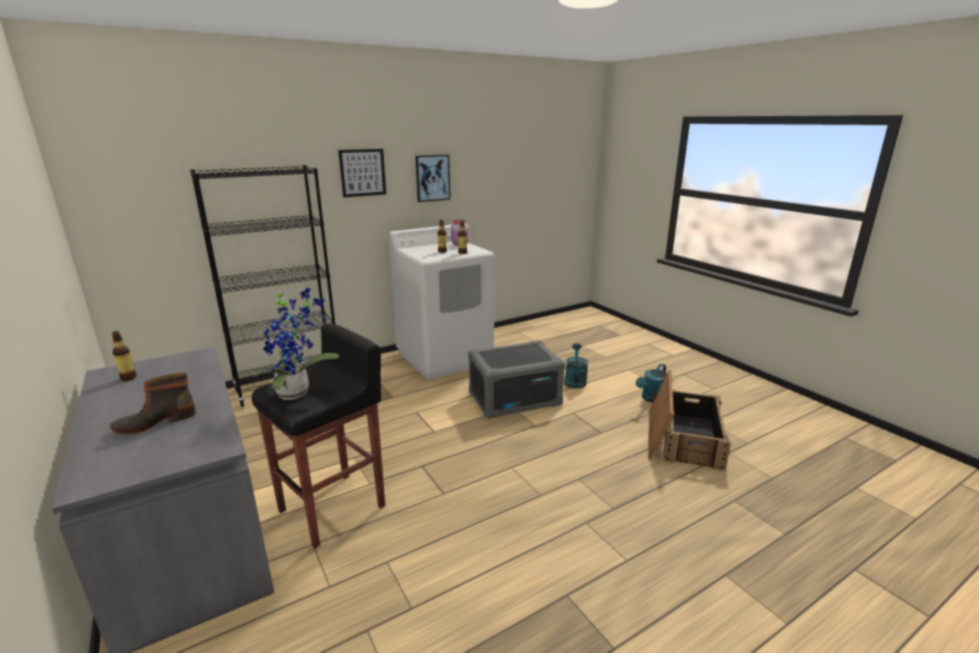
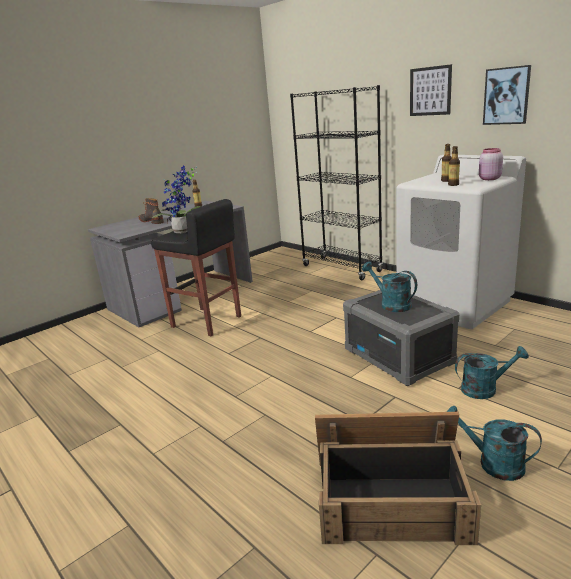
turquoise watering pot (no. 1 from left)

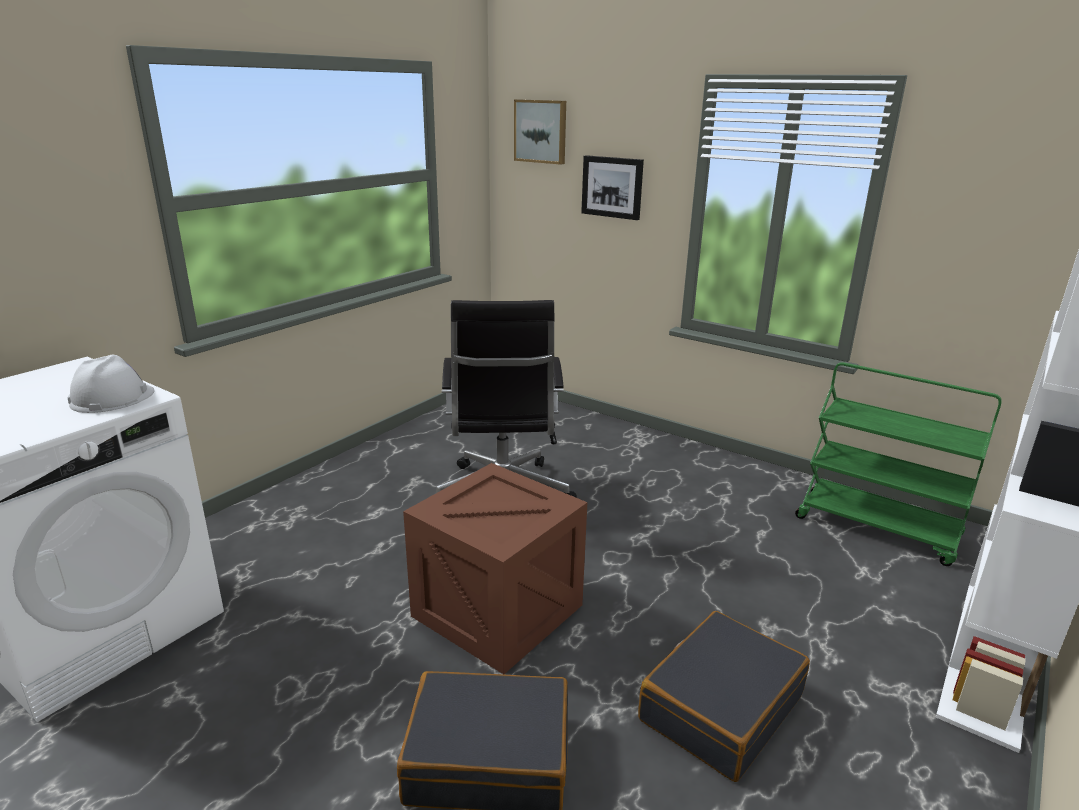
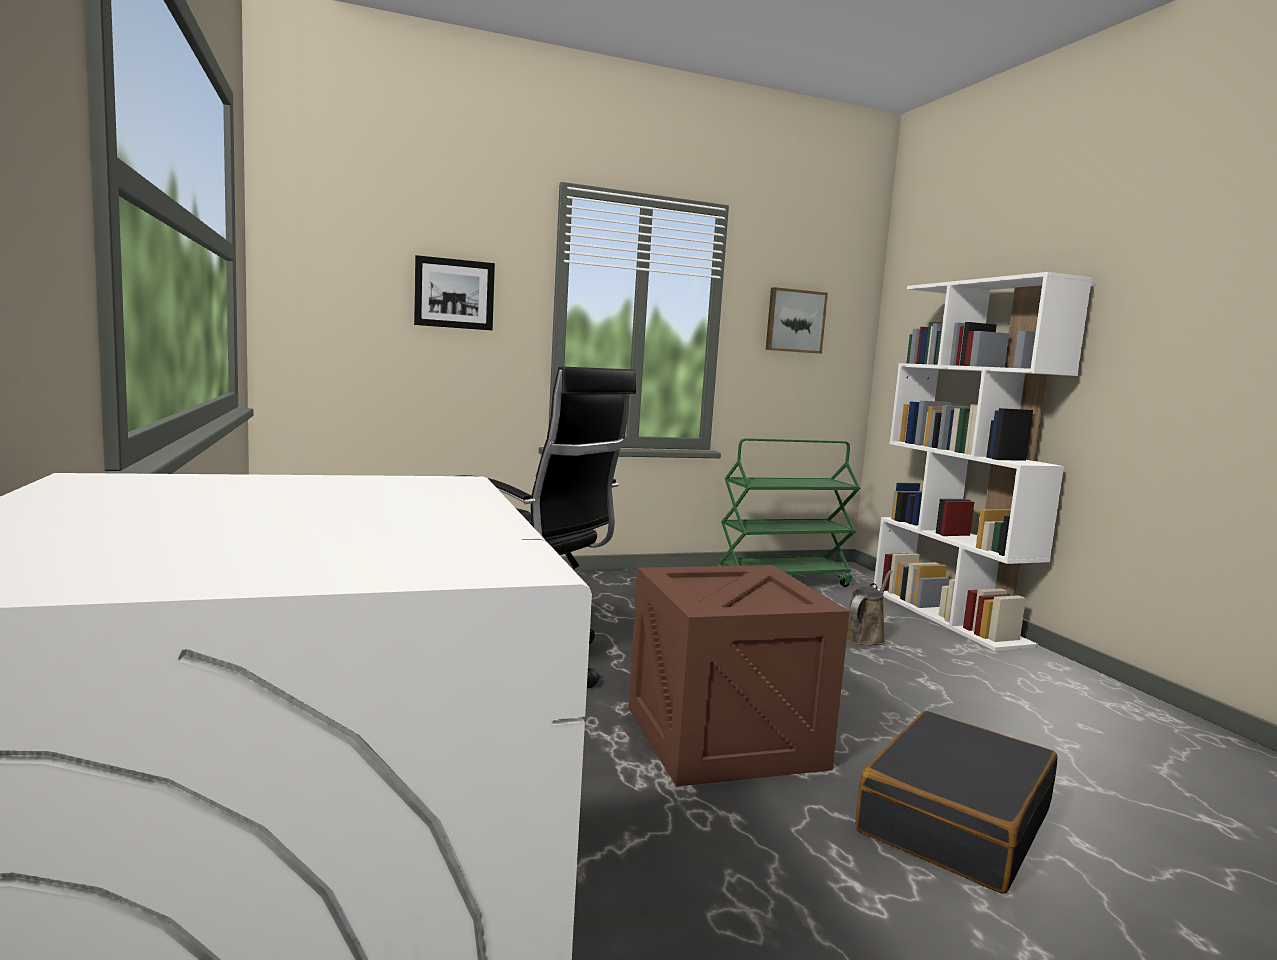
wall art (no. 2 from left); white-coloured safety helmet; black suitcase (no. 2 from left in the first image); brown watering pot

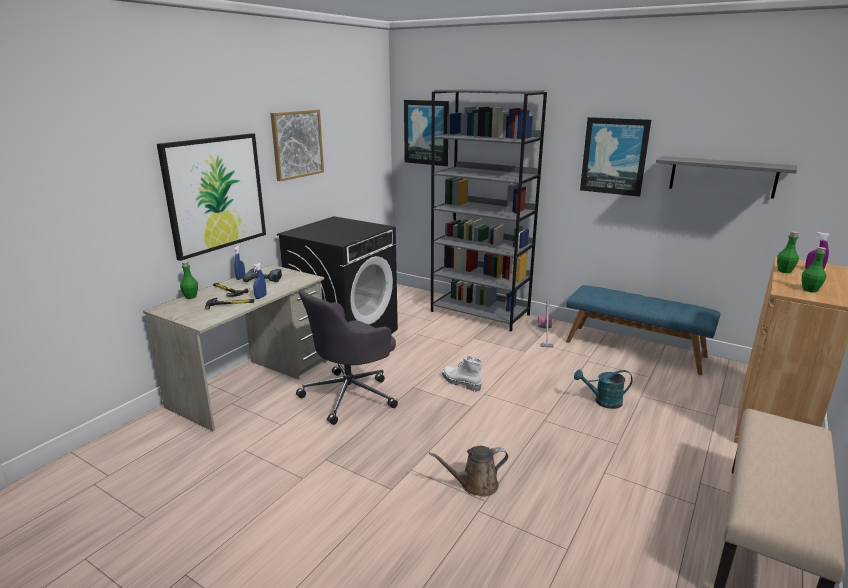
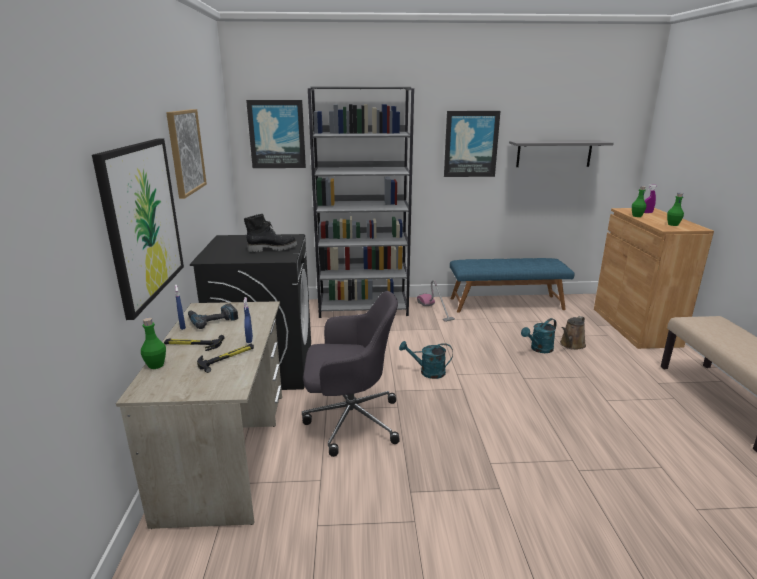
gray office chair; turquoise watering pot (no. 1 from left); brown watering pot; black tall boot

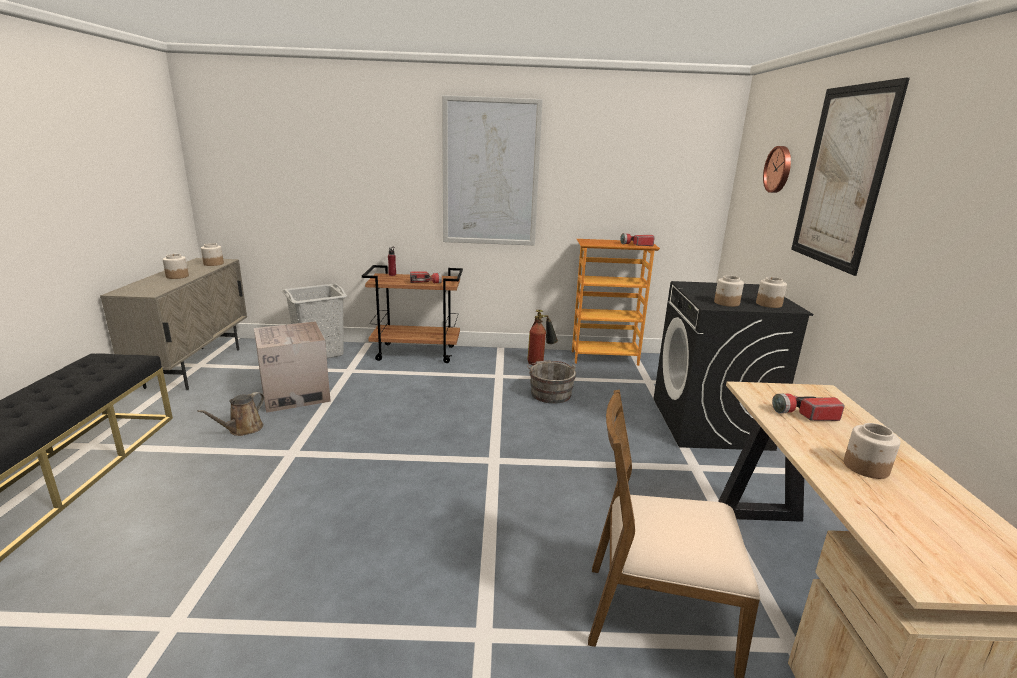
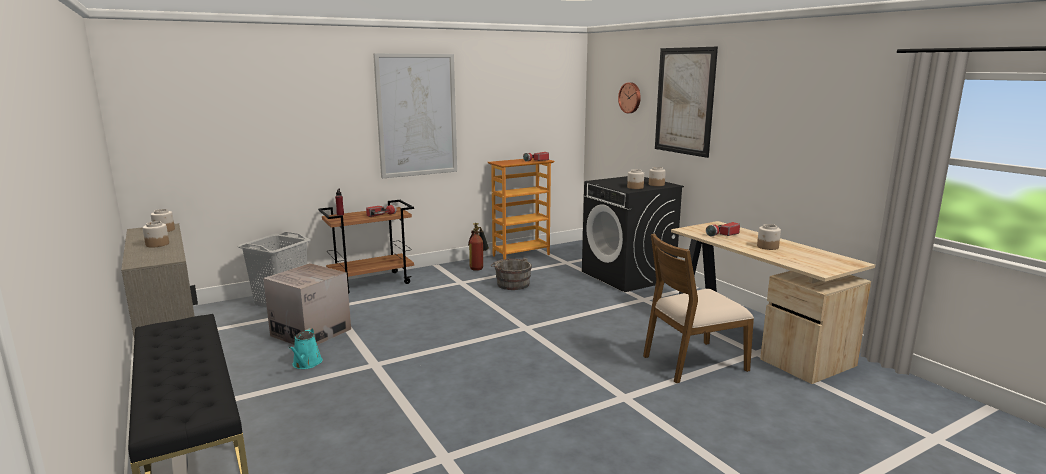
turquoise watering pot

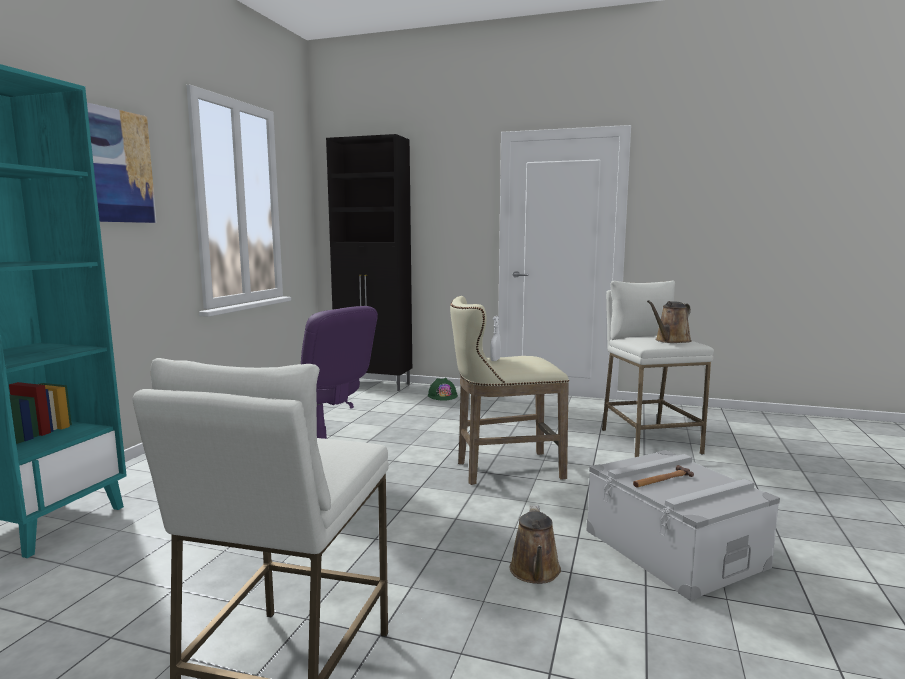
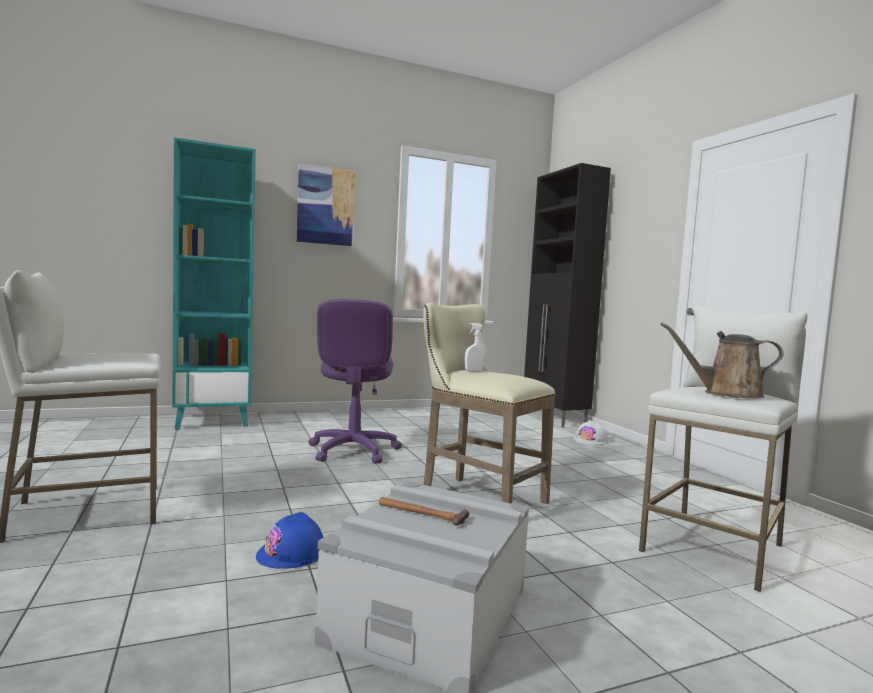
white-coloured safety helmet; blue-coloured safety helmet

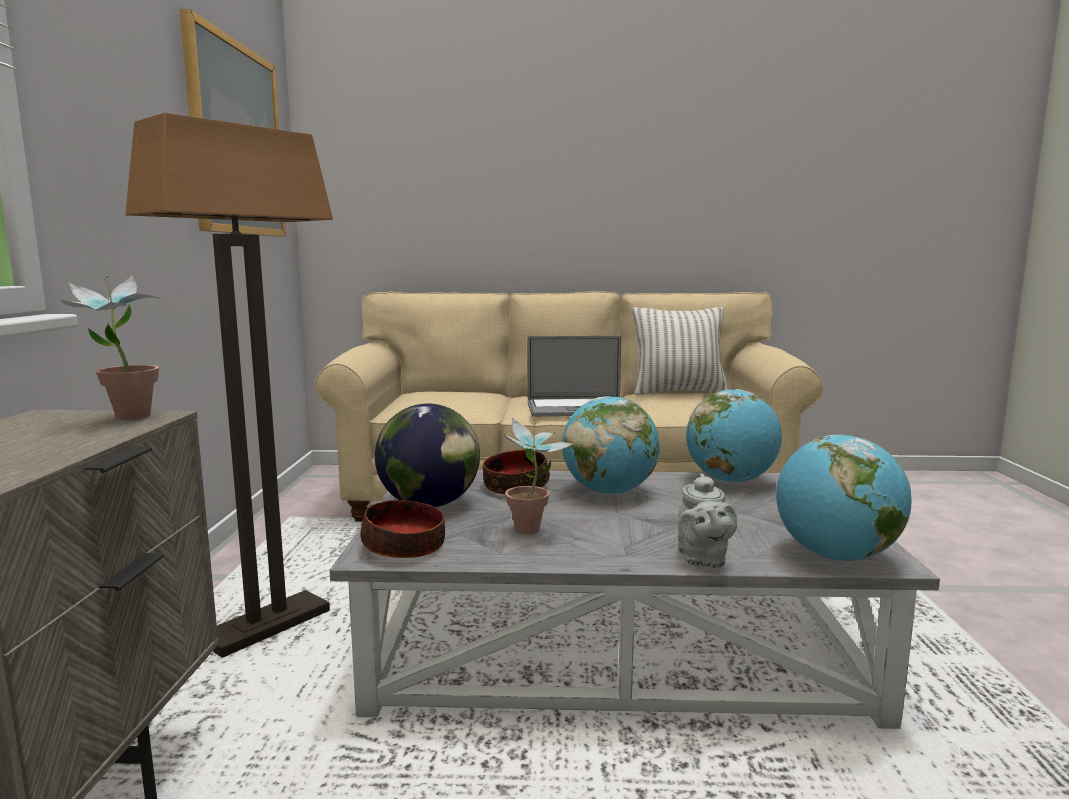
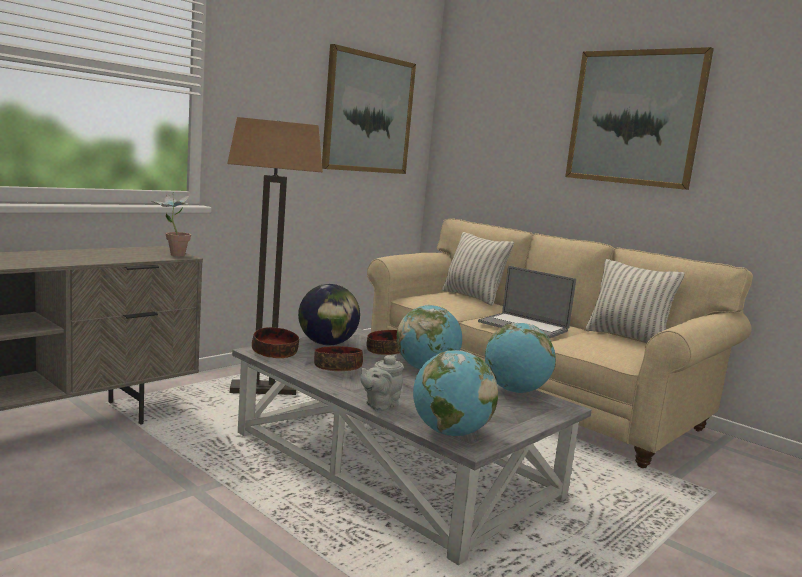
serving bowl (no. 2 from left); wall art (no. 2 from left); cushion (no. 1 from left)

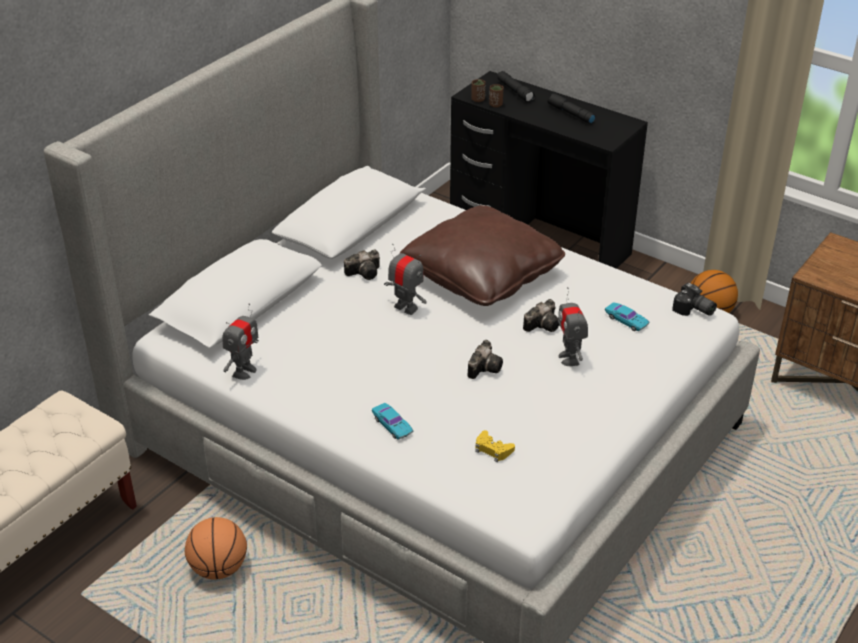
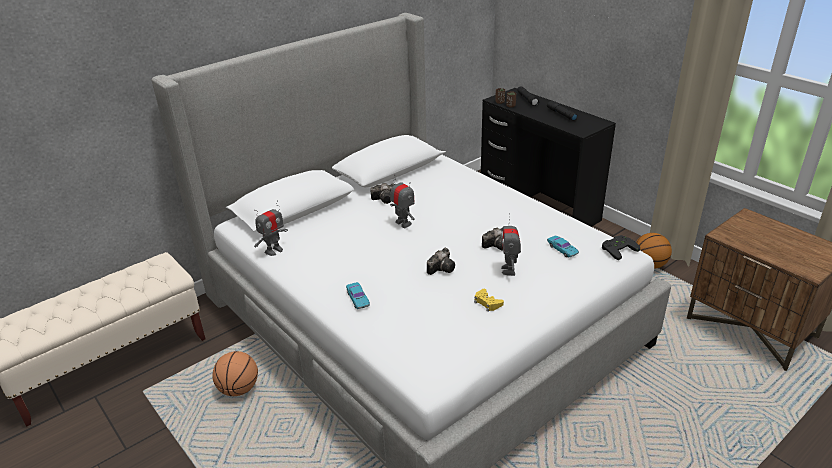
brown cushion; black joypad; yellow joypad

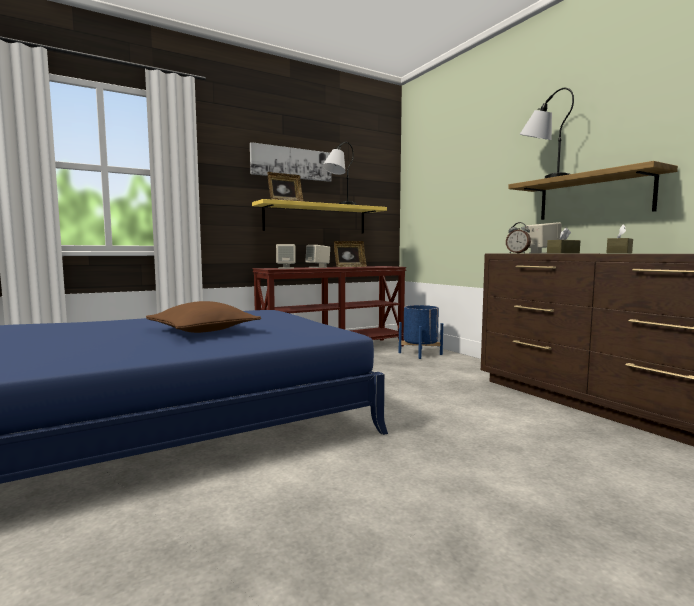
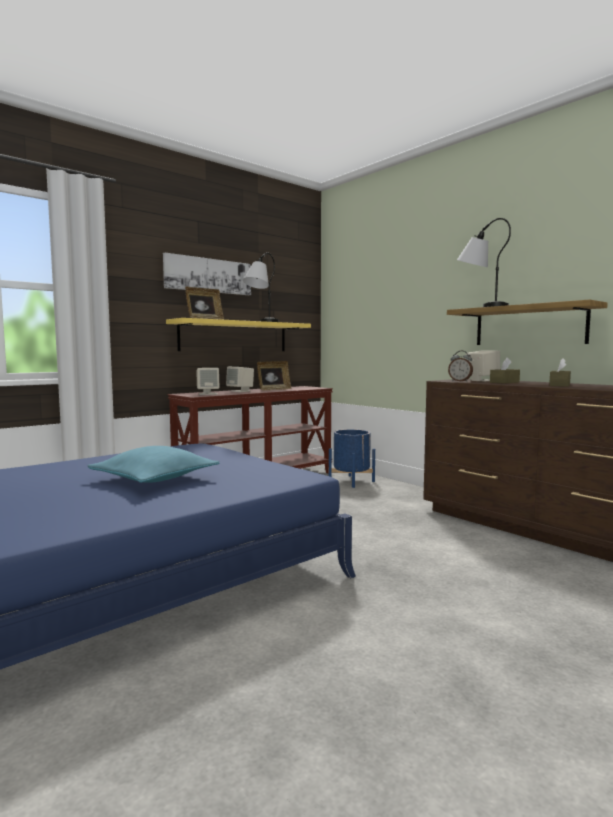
turquoise cushion

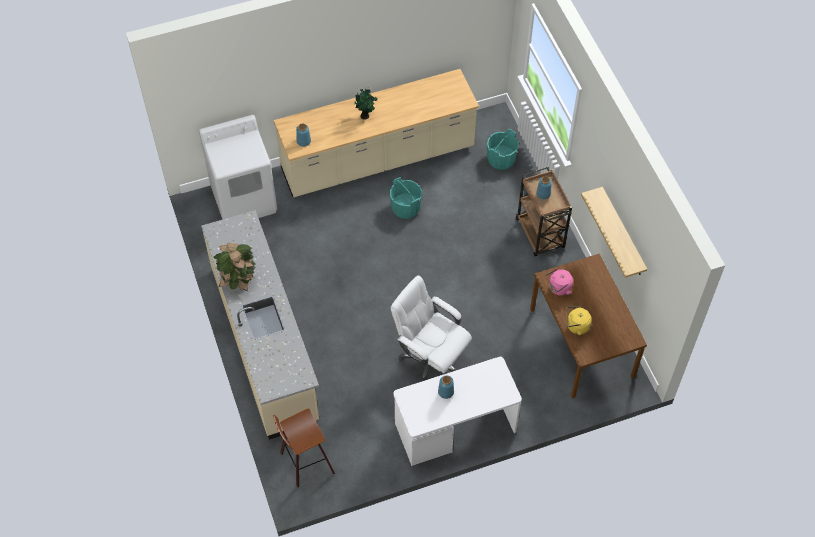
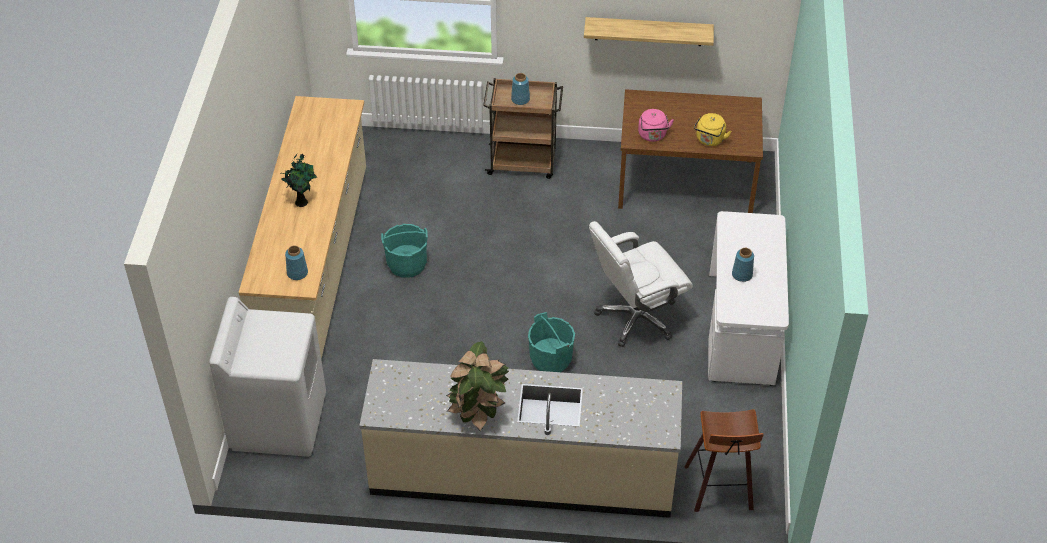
turquoise bucket (no. 2 from left)

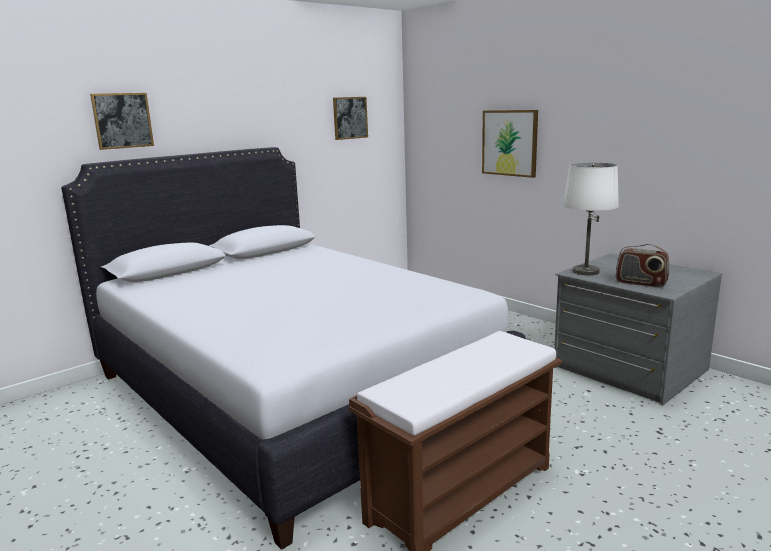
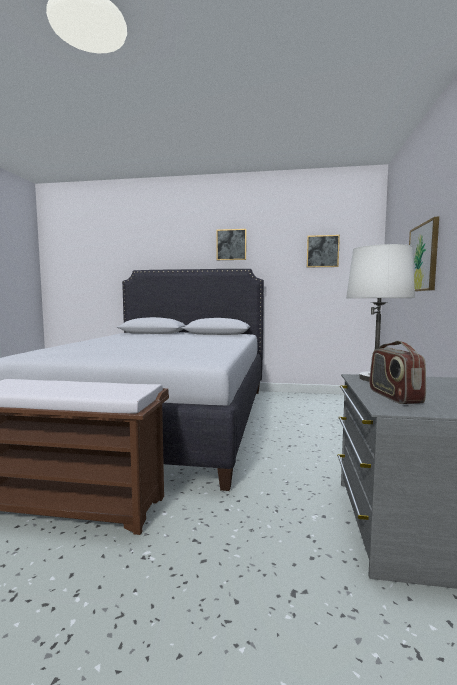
wall art (no. 1 from left)

